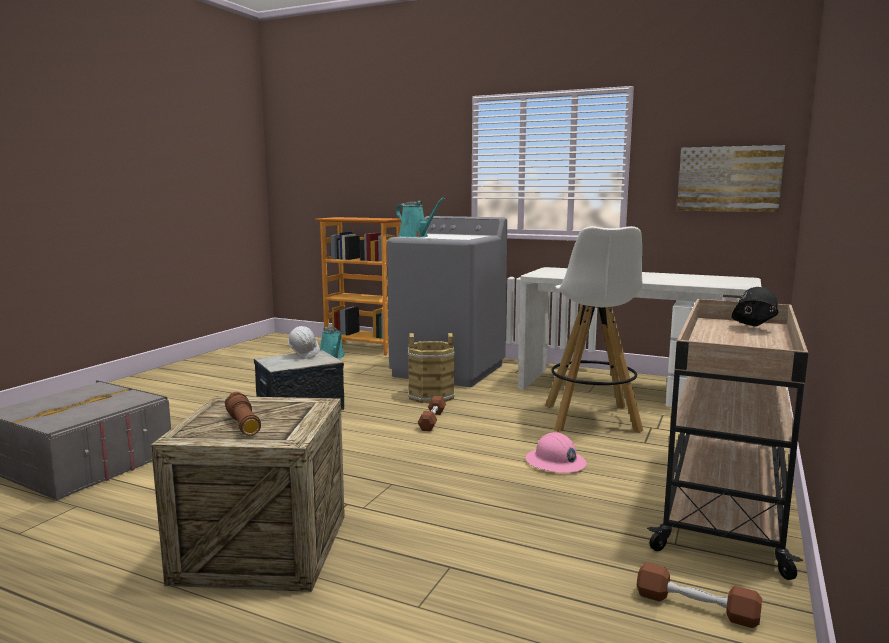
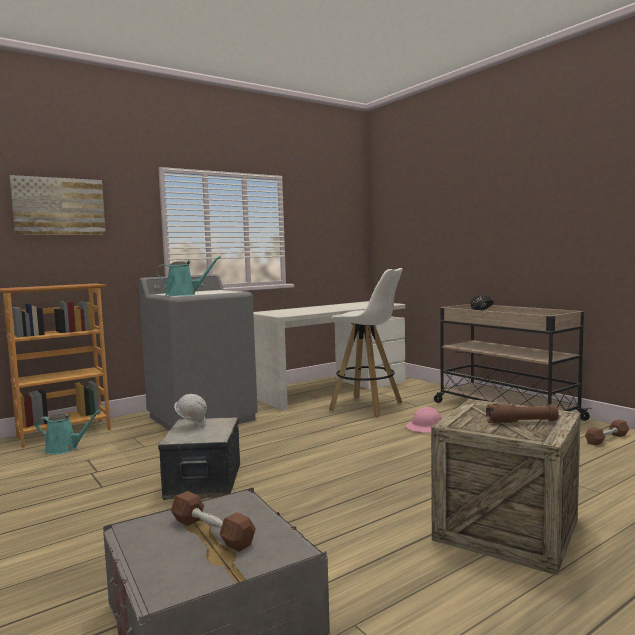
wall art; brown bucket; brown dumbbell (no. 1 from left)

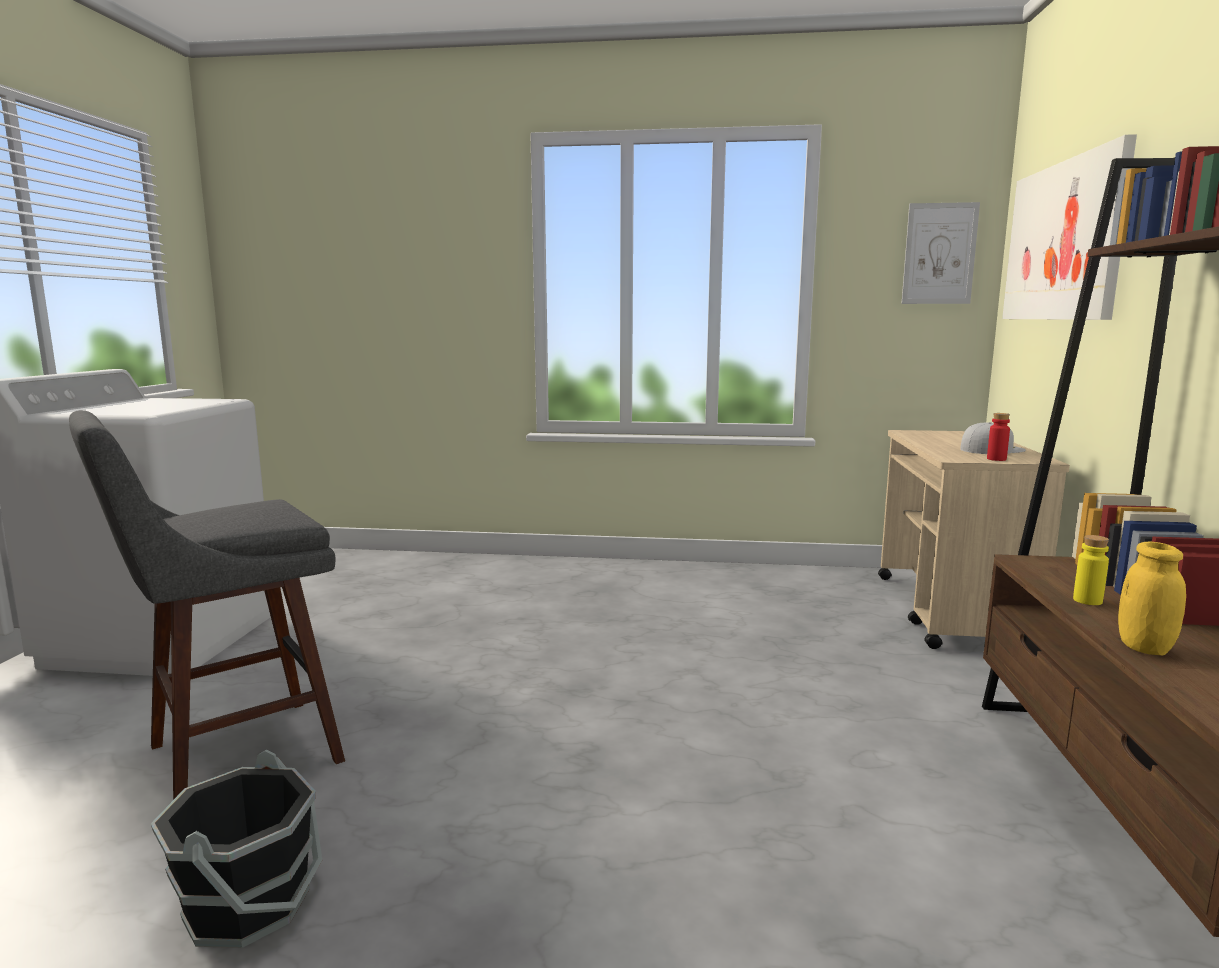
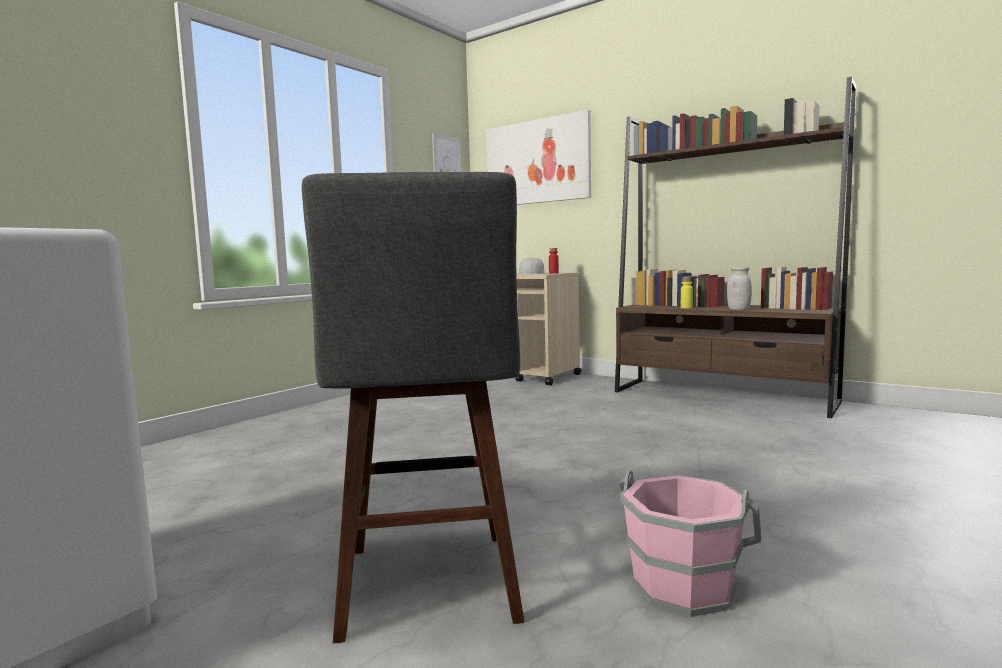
white-coloured preserve jar; pink-coloured bucket

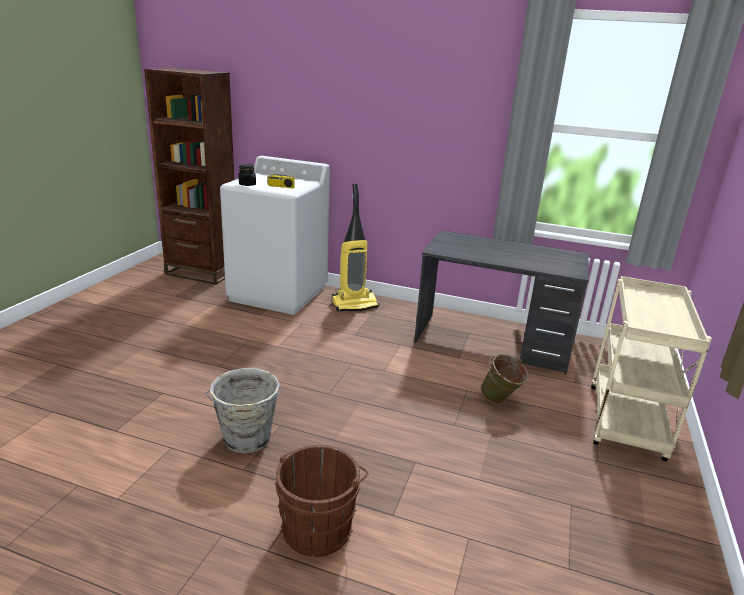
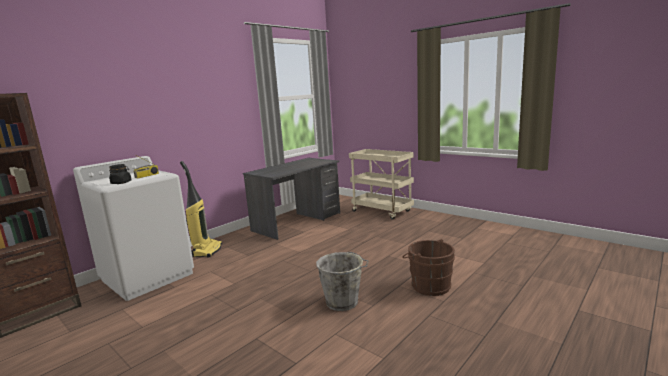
greenish bucket

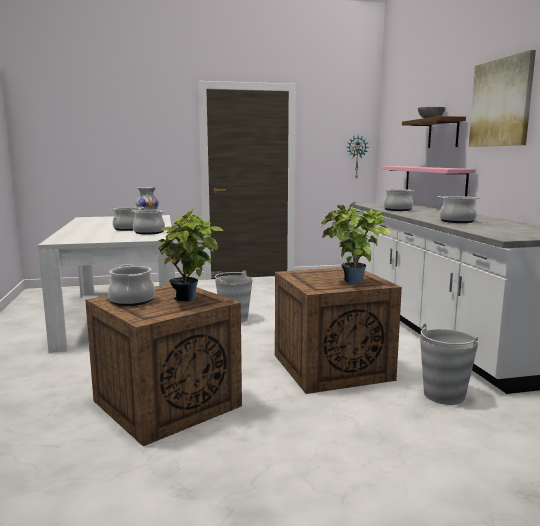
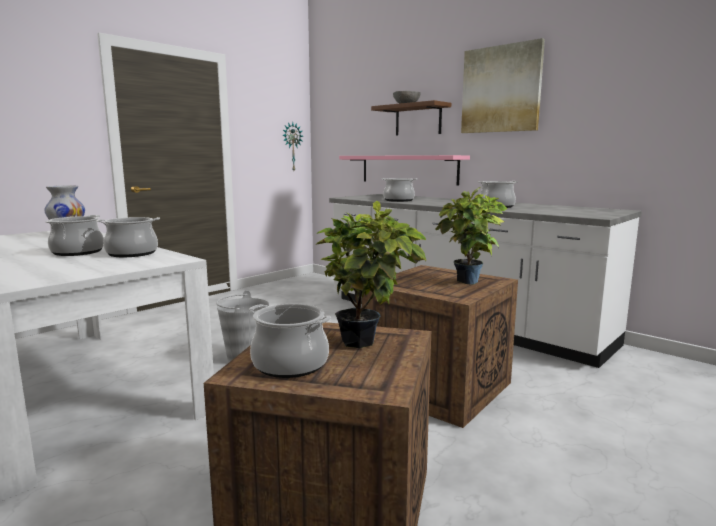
gray bucket (no. 2 from left in the first image)

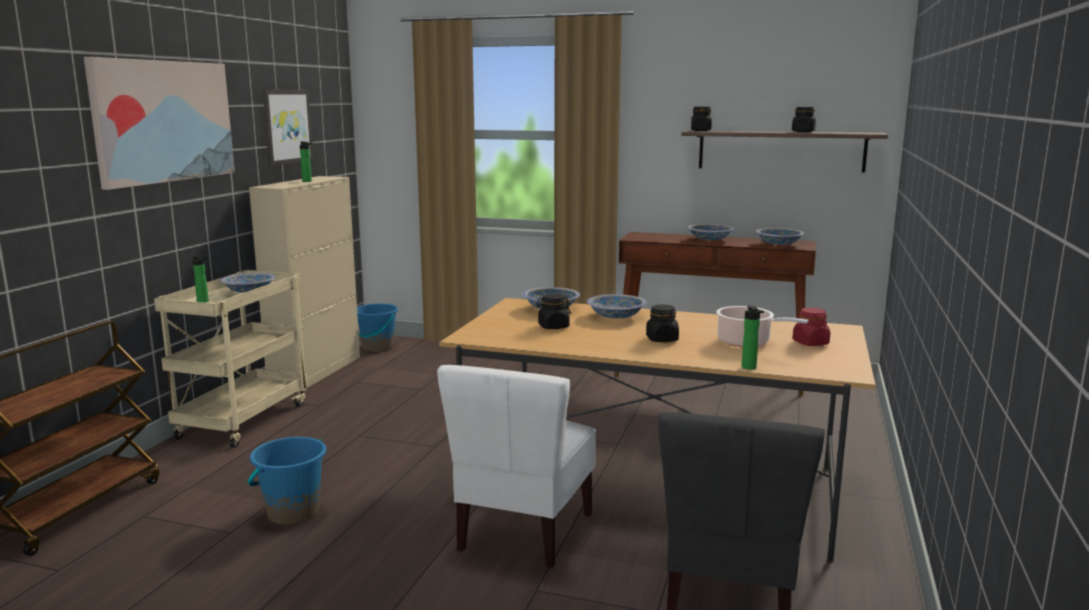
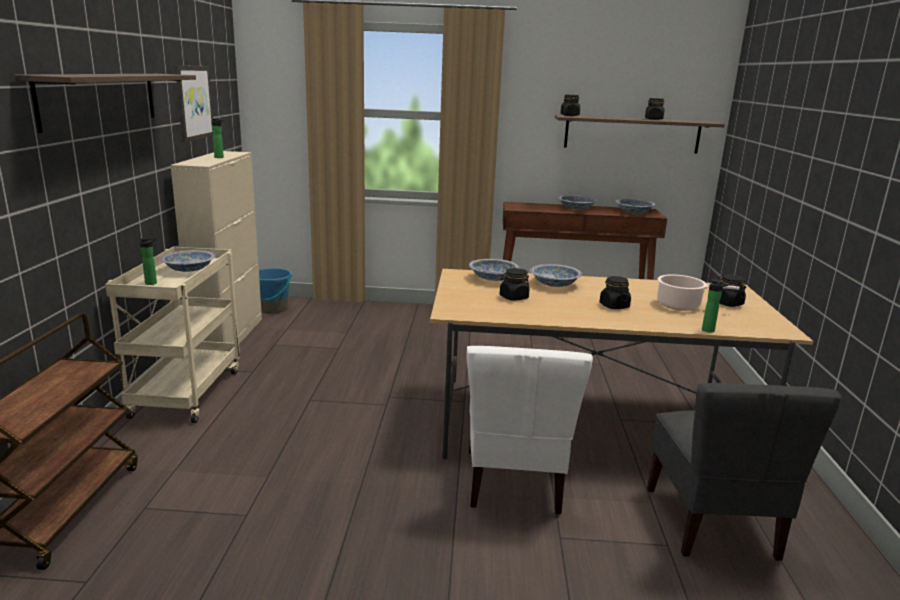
shelf (no. 1 from left); black preserve jar (no. 5 from left); blue-coloured bucket (no. 1 from left in the first image)

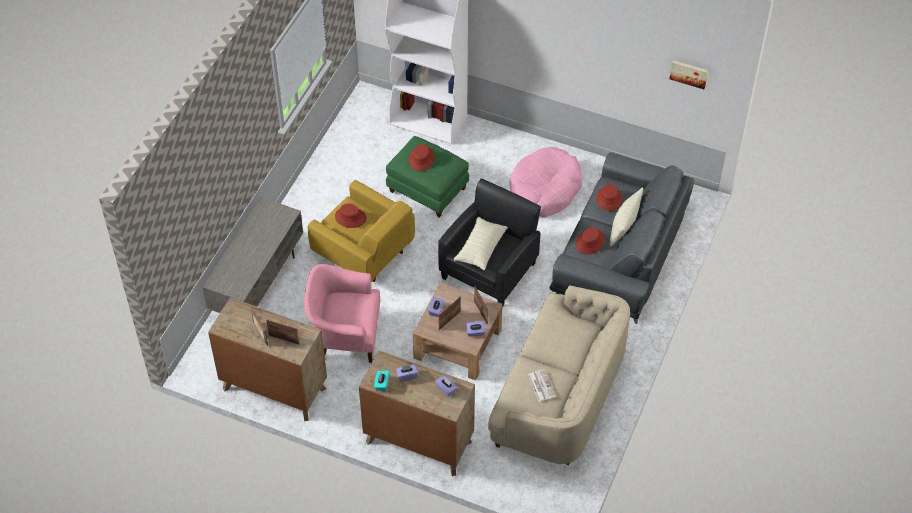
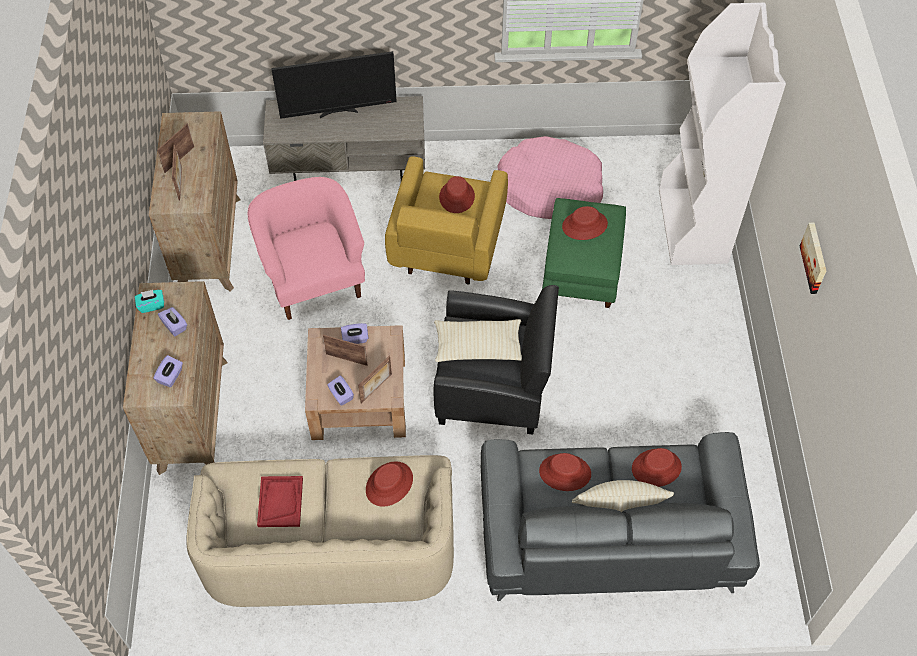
wall art; pink-coloured pet bed; red serving tray; TV; red hat (no. 1 from left)

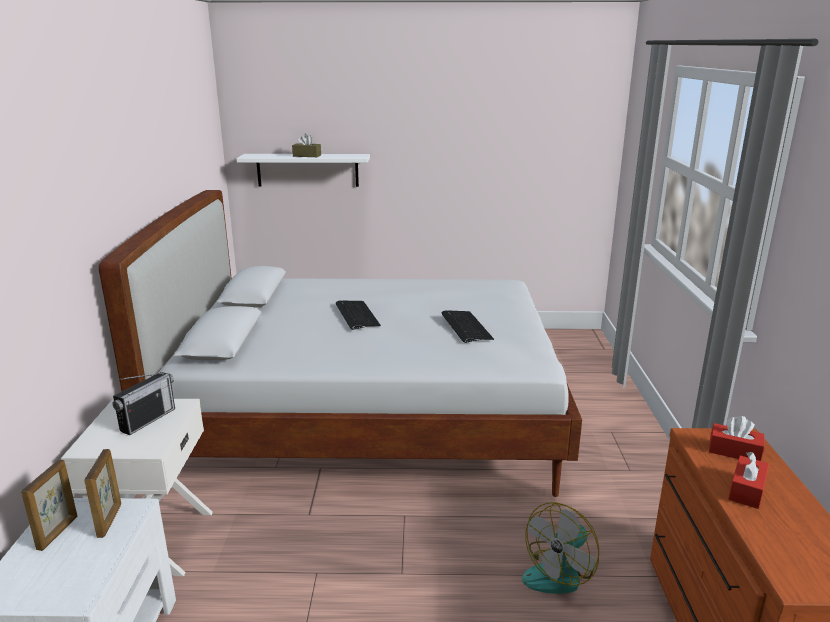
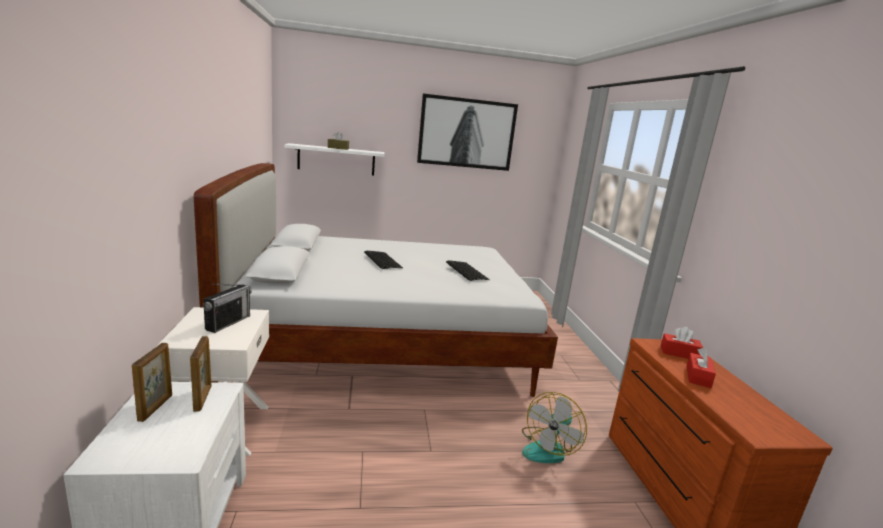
wall art

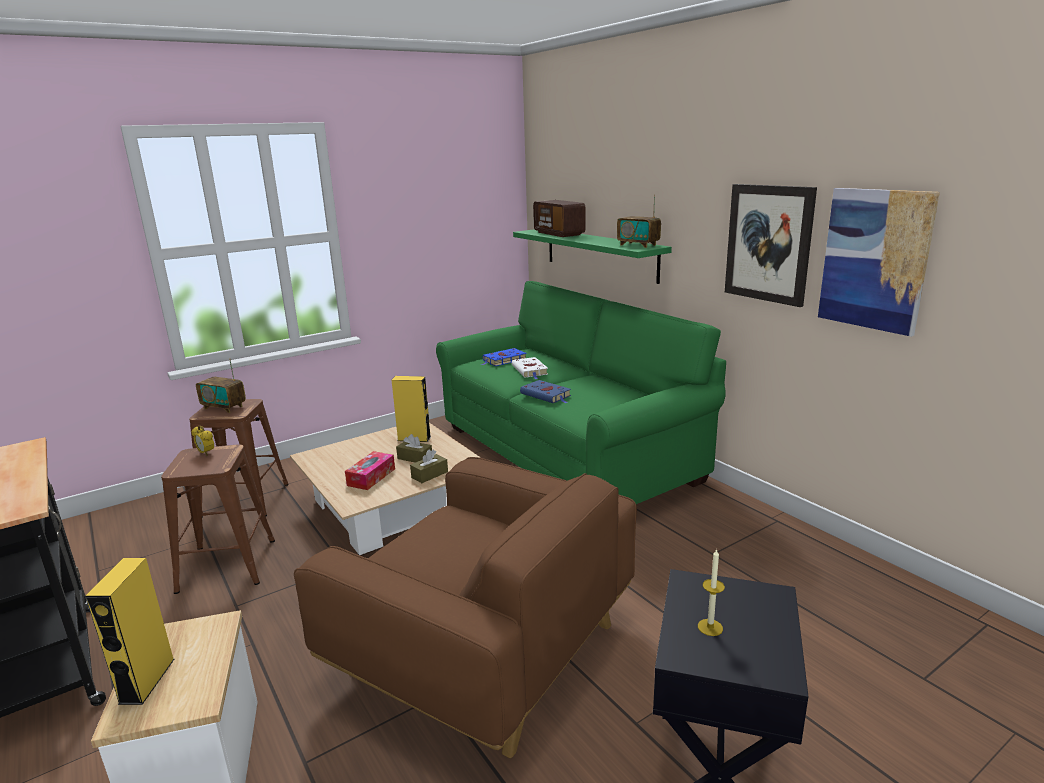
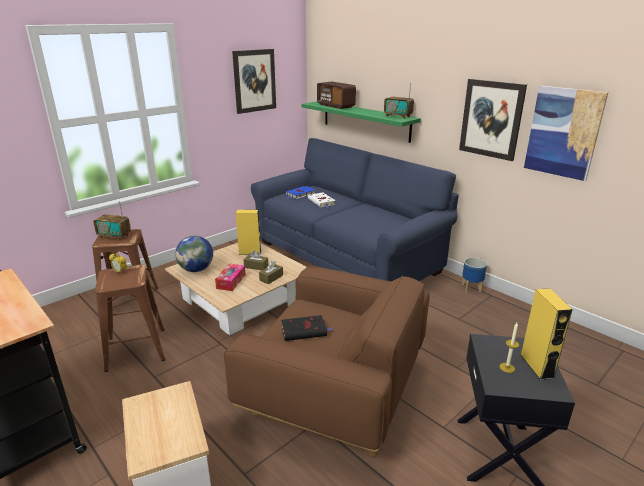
blue-coloured sofa; blue-coloured book (no. 2 from left in the first image); yellow loudspeaker (no. 2 from left); wall art (no. 1 from left); globe; flower pot; black book

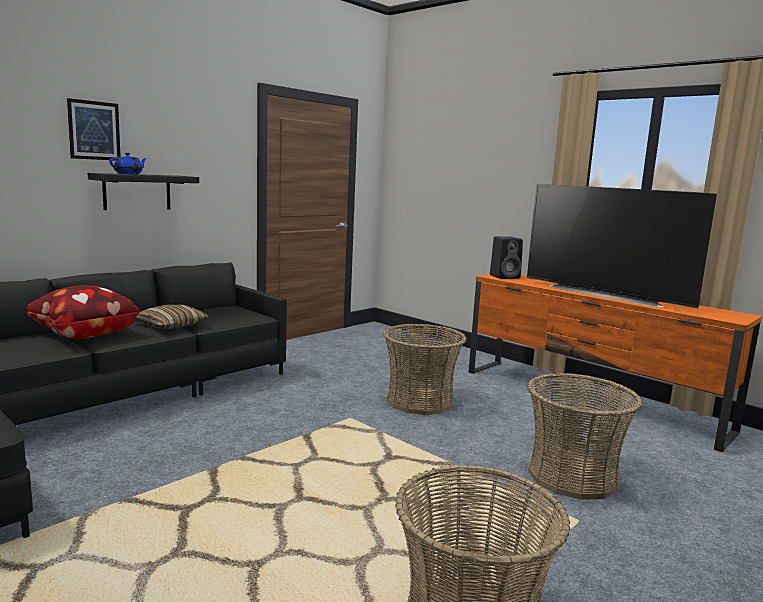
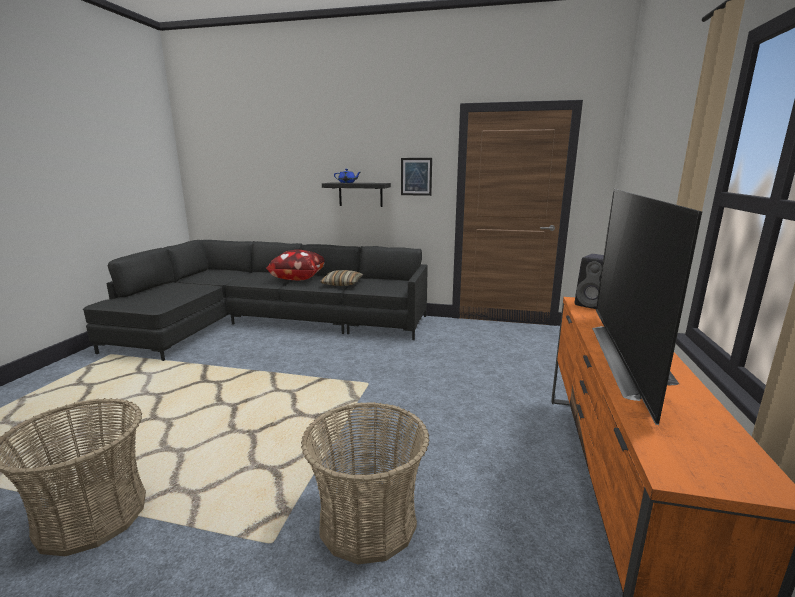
wall art; storage basket (no. 1 from left in the first image)

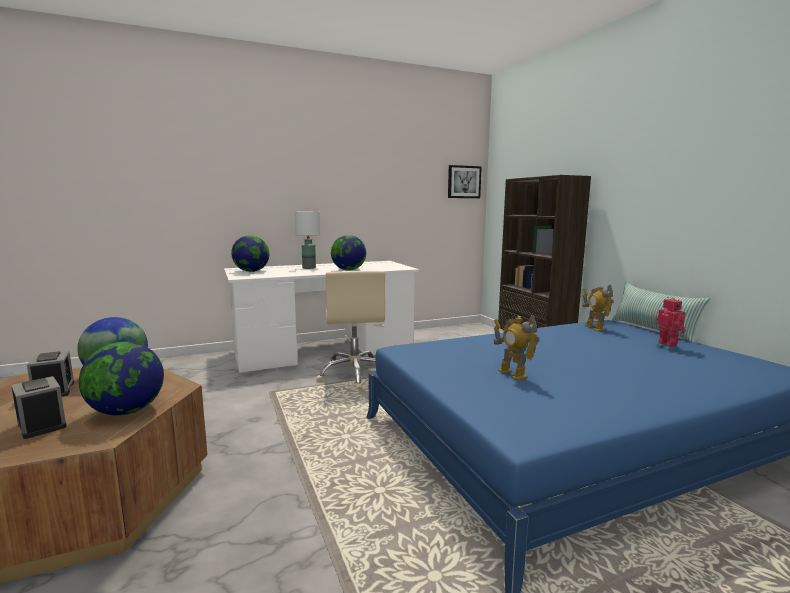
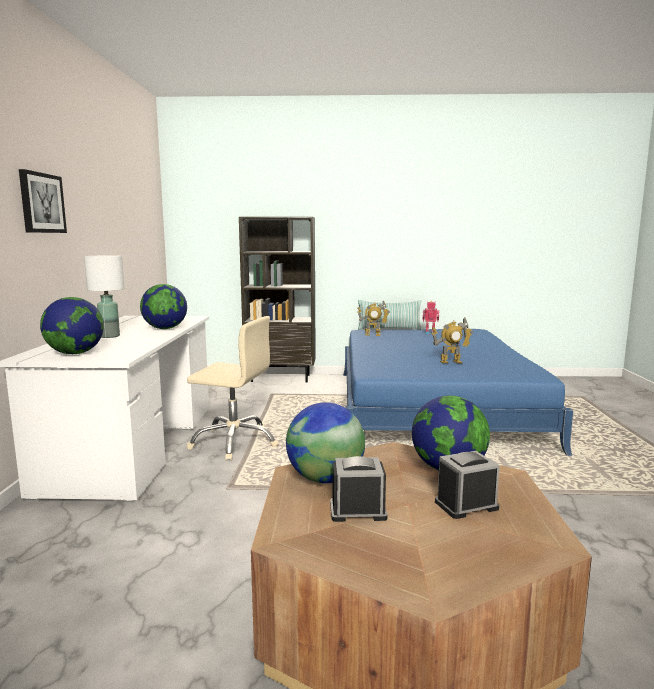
wall art

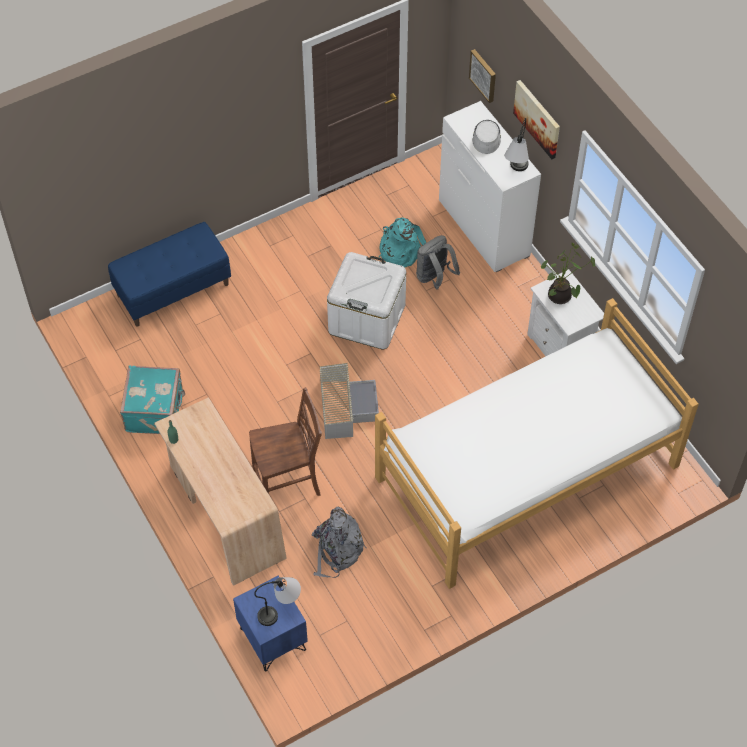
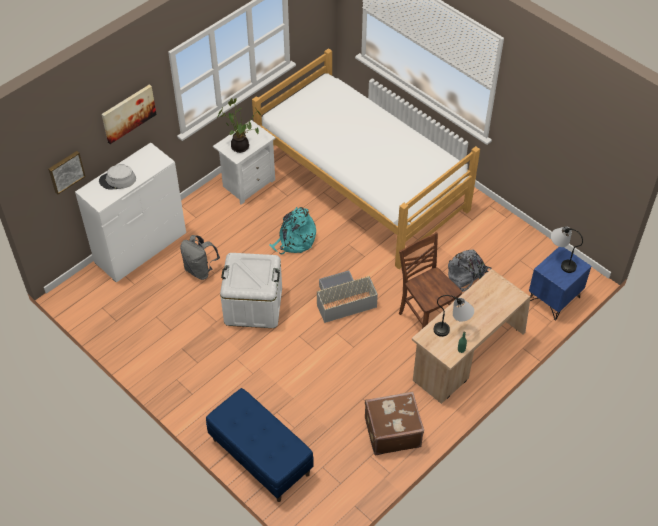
lamp for a table (no. 1 from left); turquoise knapsack; brown suitcase

